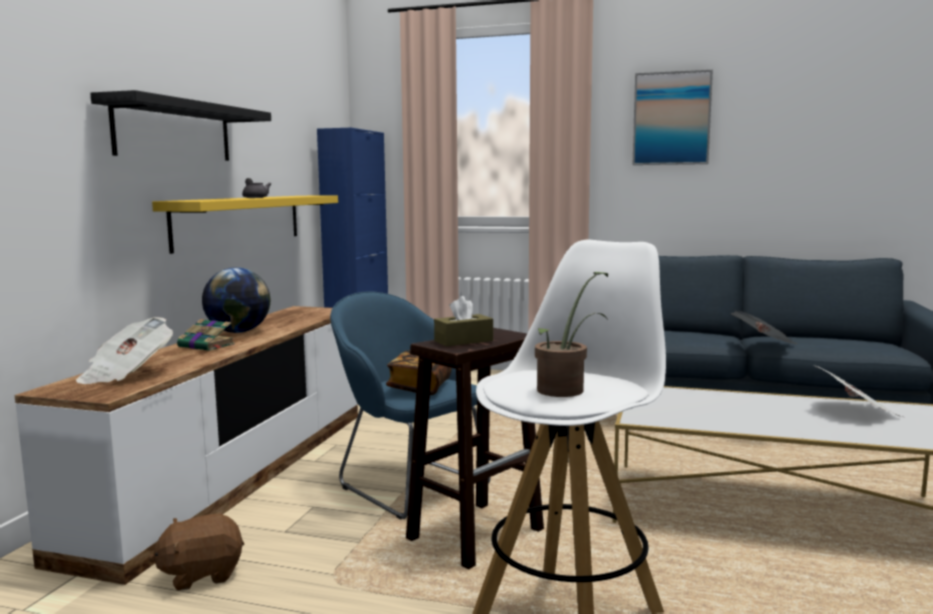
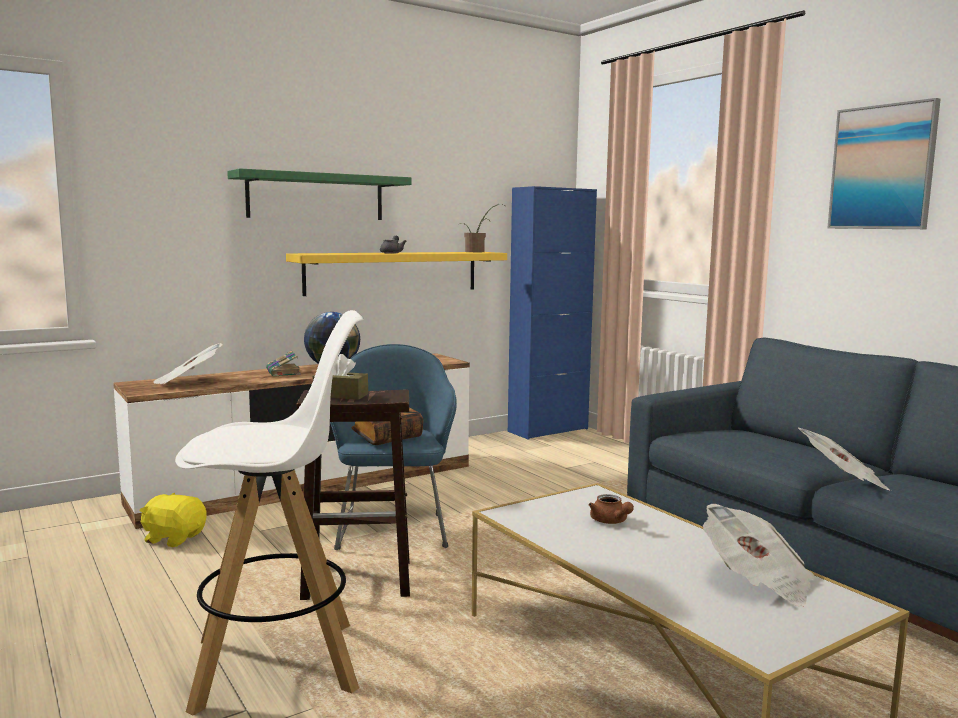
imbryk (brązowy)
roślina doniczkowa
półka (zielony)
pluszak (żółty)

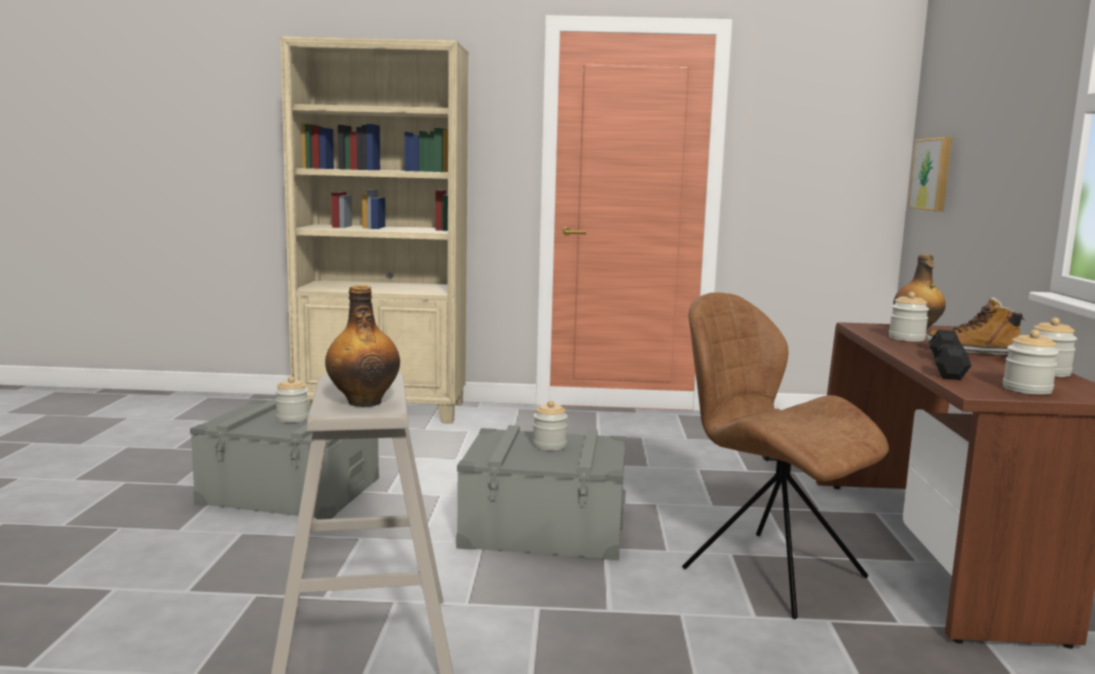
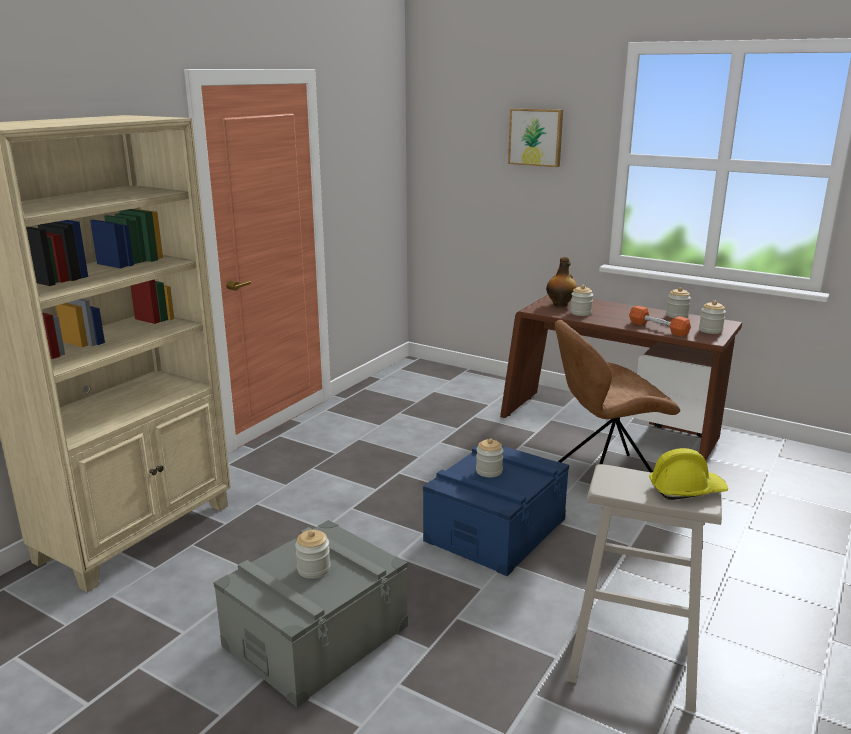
but z cholewką
obraz
kask (żółty)
pojemnik do przechowywania (niebieski)
hantel (pomarańczowy)

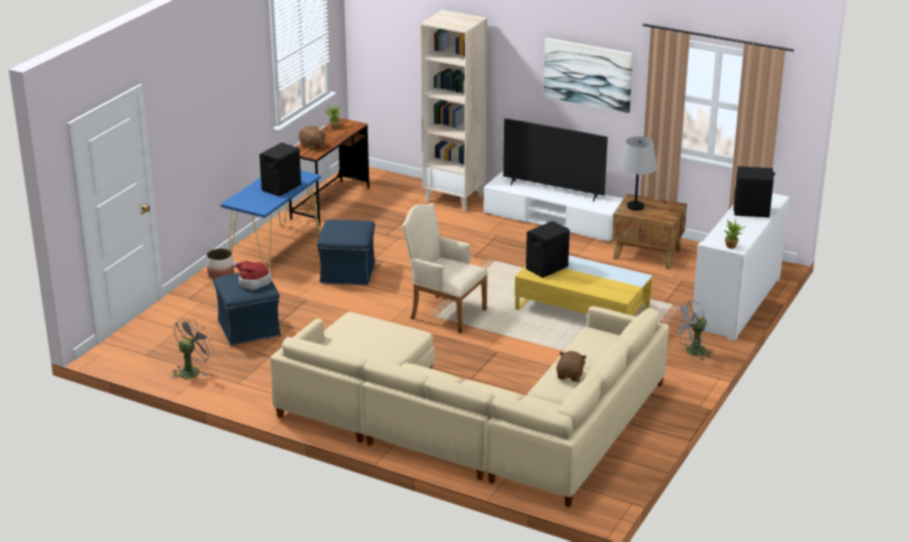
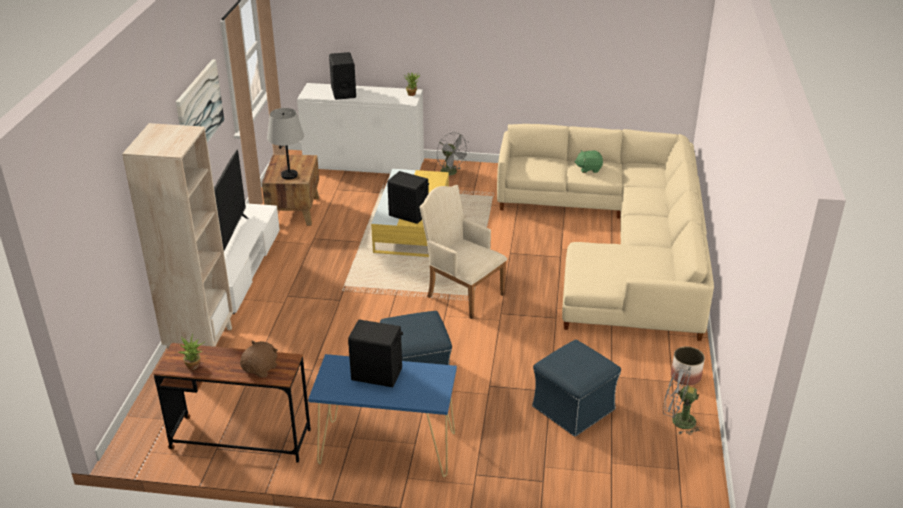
kapelusz
donica
pluszak (zielony)
fotel (beżowy)

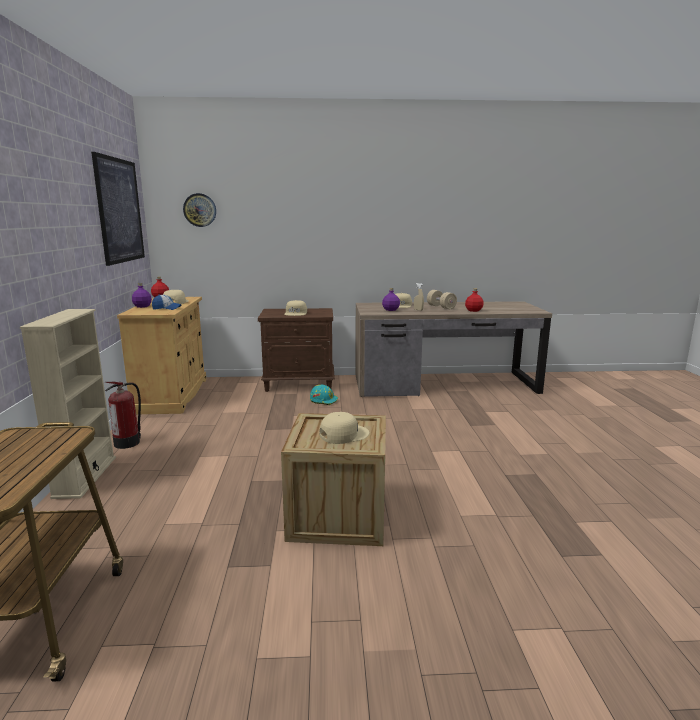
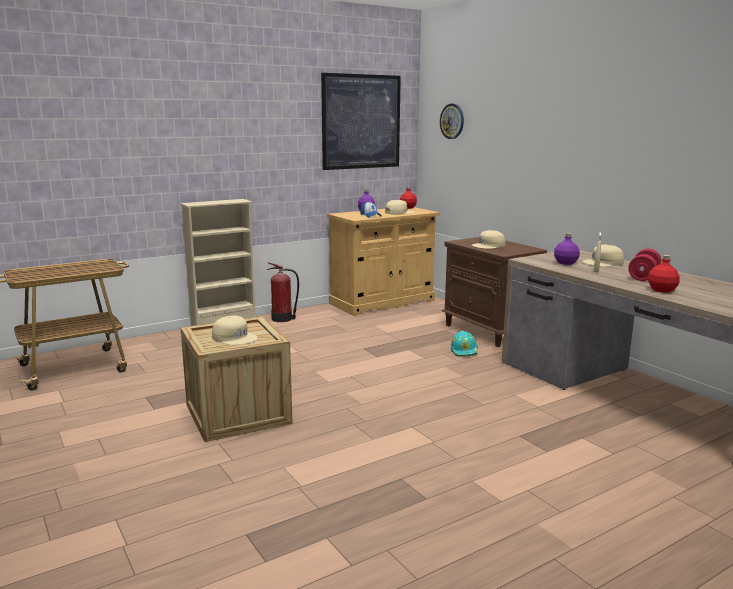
hantel (czerwony)

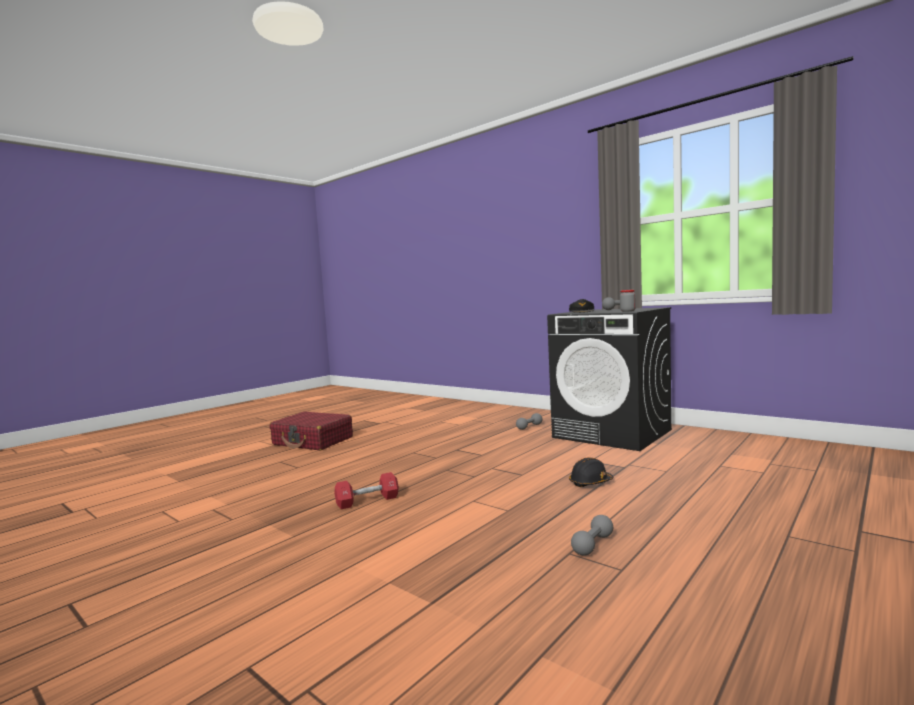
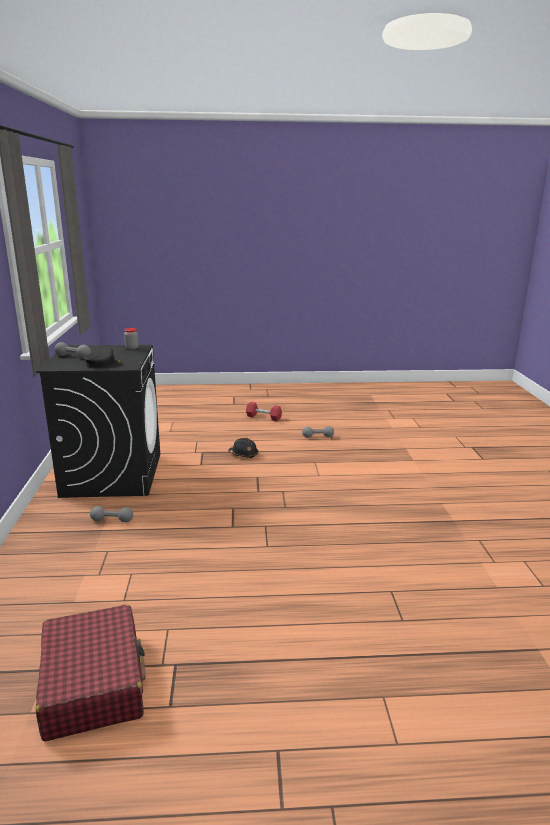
walizka (czerwony)
hantel (czerwony)

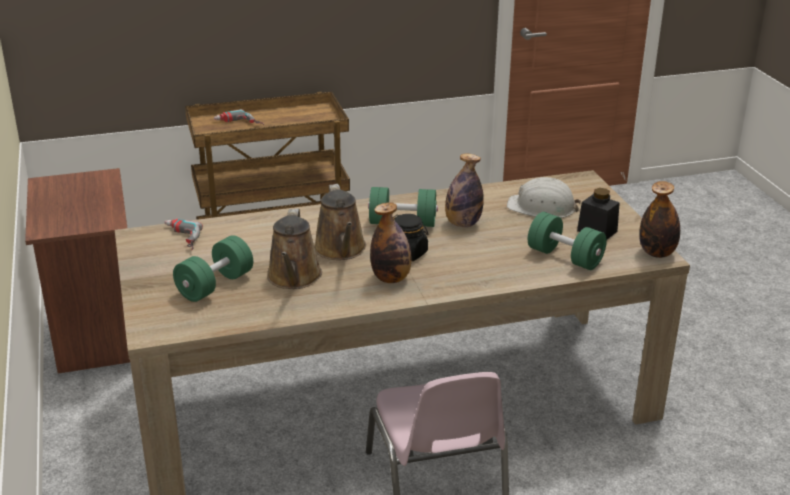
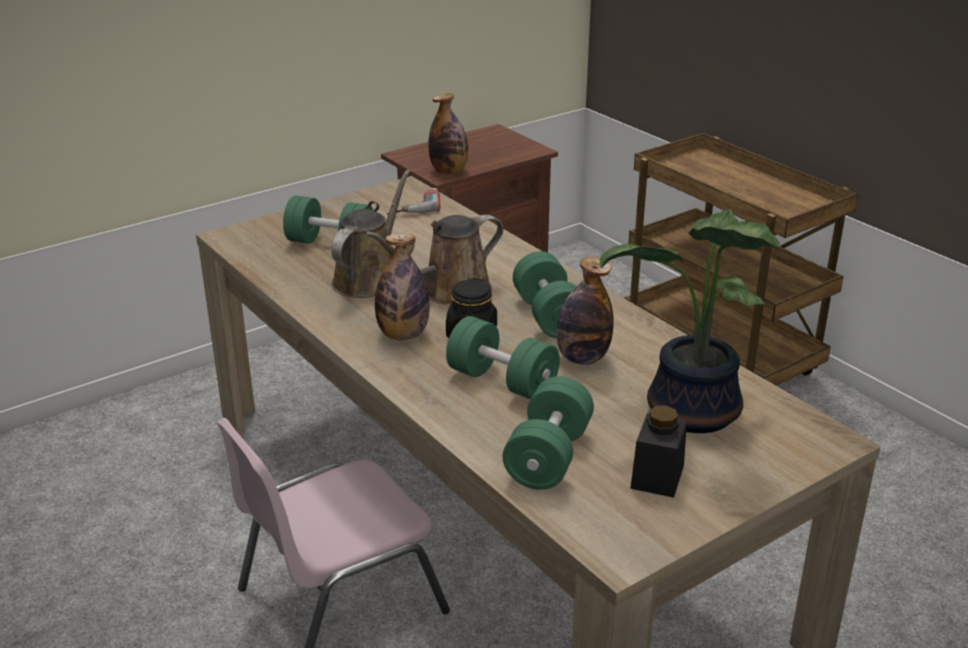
wiertarka (2nd from left in the first image)
hantel (zielony) (2nd from left)
butelka (2nd from left)
roślina doniczkowa
konewka (brązowy) (1st from left)

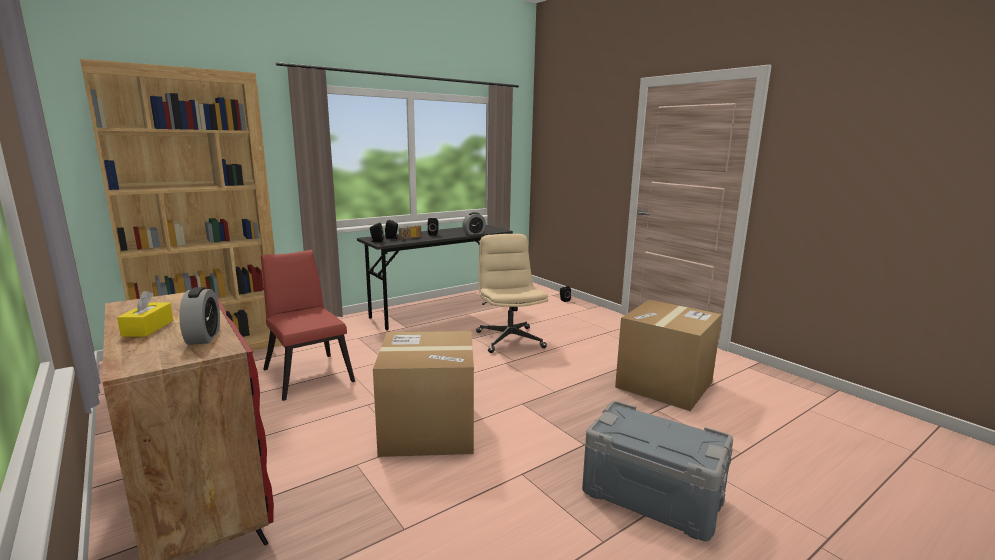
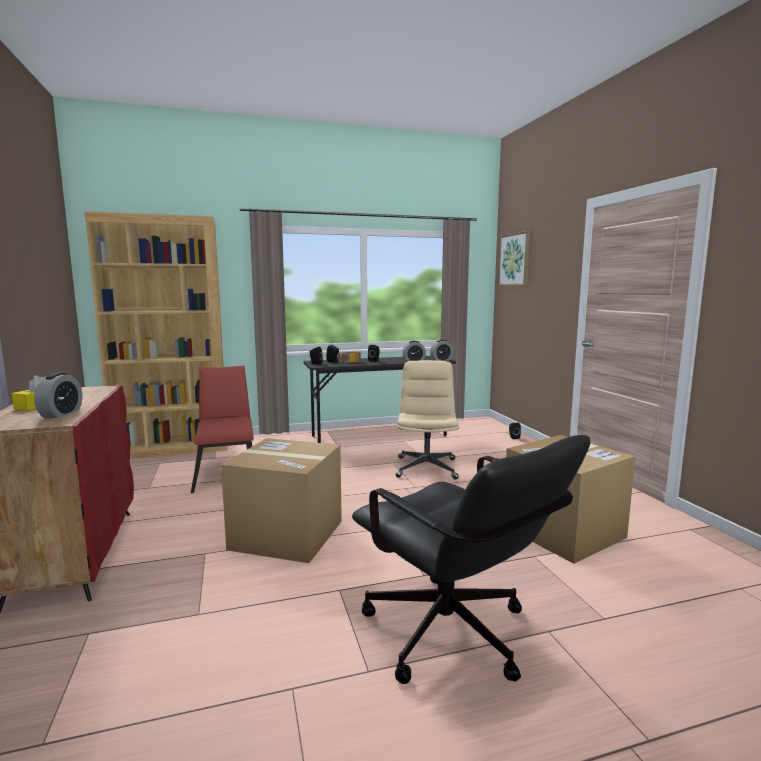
budzik (3rd from left)
obraz
krzesło biurowe (czarny)

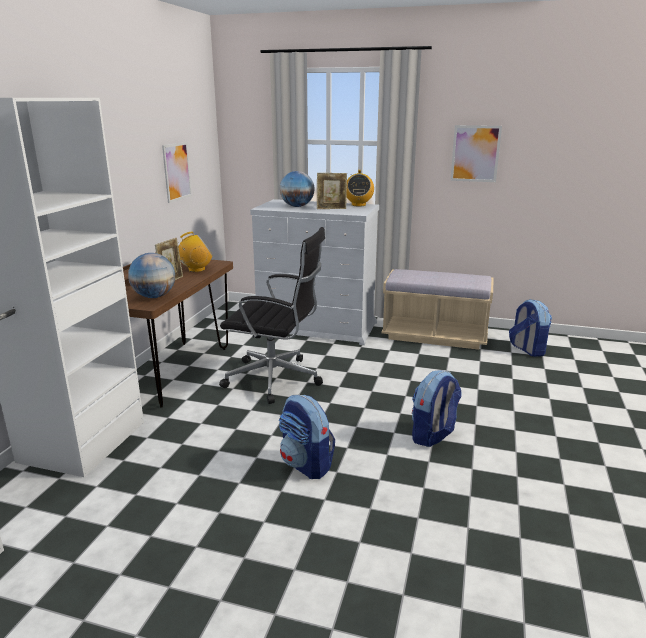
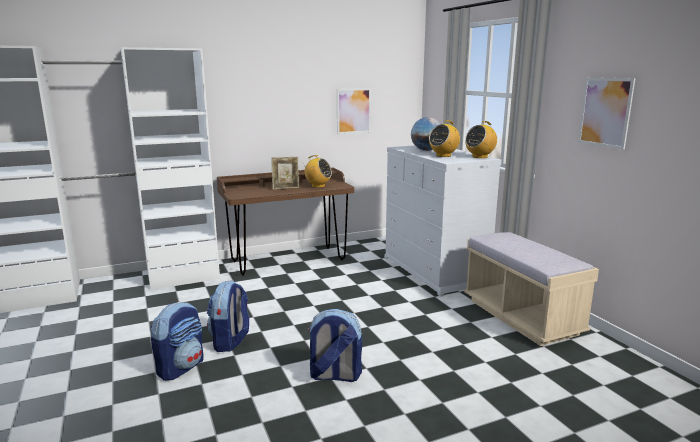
globus (1st from left in the first image)
krzesło biurowe (czarny)
plecak (1st from left)
radio (2nd from left)

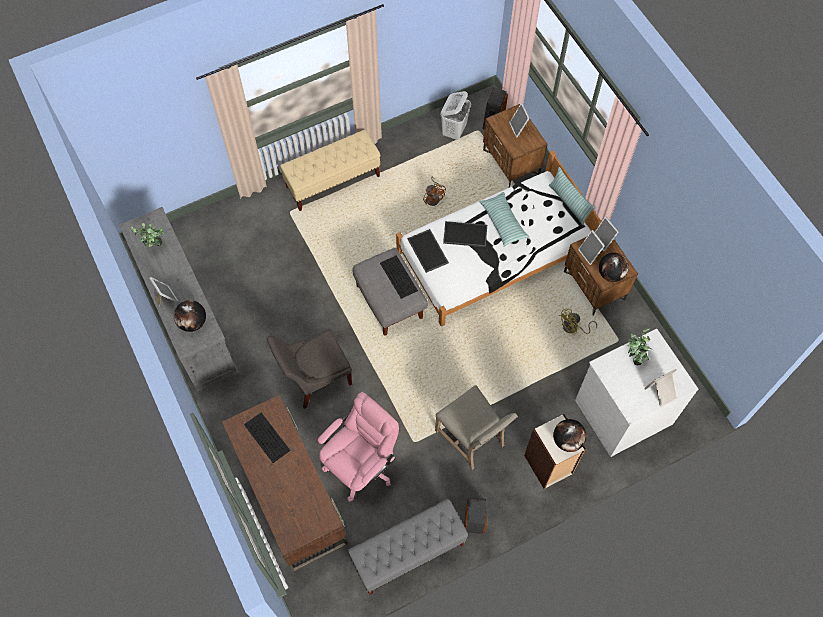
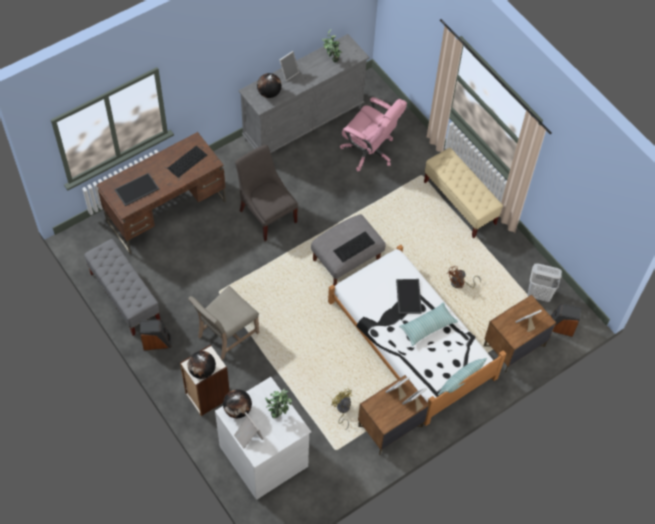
krzesło biurowe (różowy)
taca (1st from left)
globus (2nd from left)

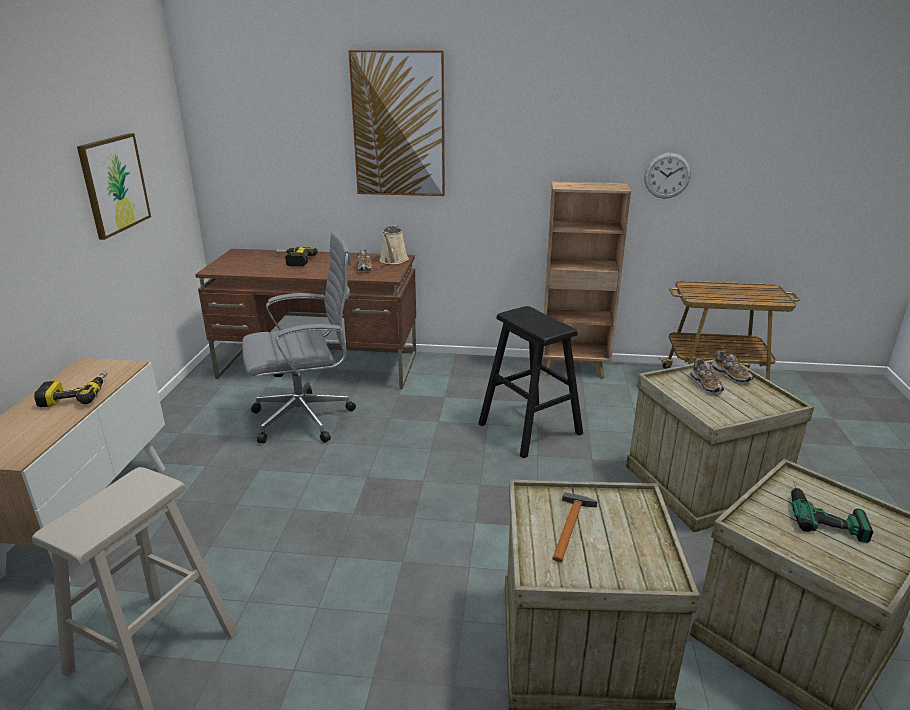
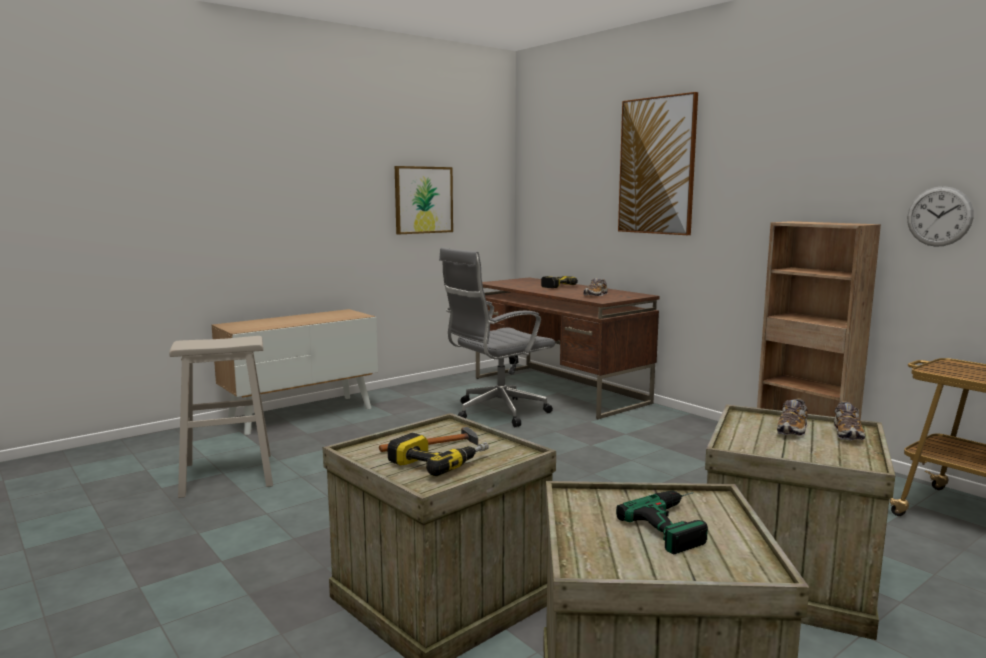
konewka (beżowy)
stołek (czarny)
wiertarka (1st from left)
krzesło biurowe (szary)

